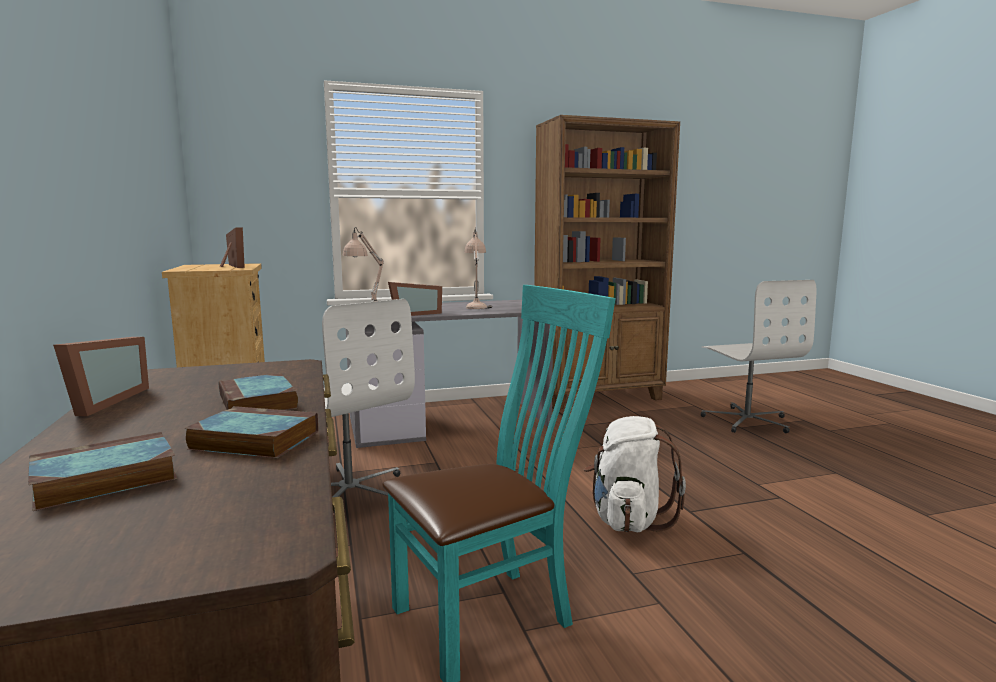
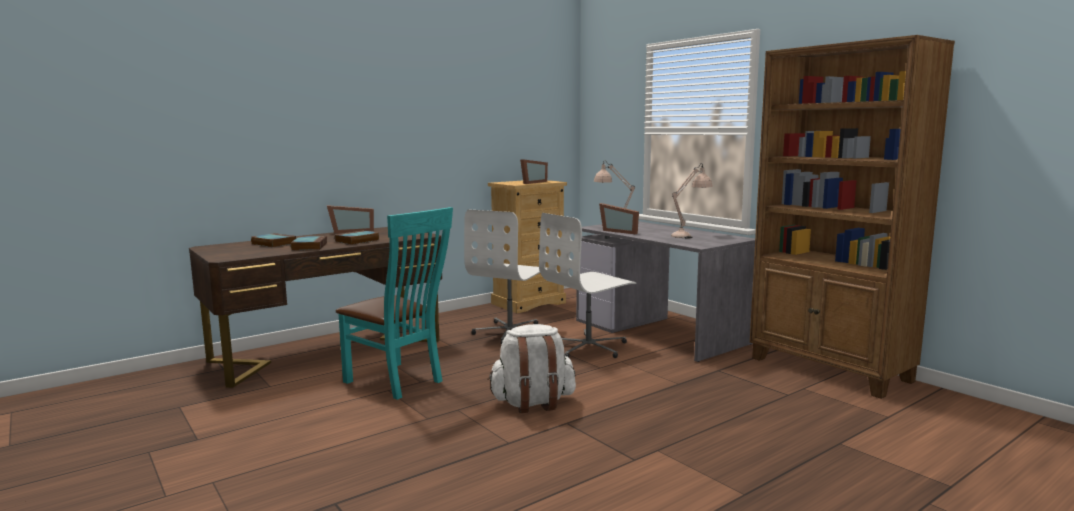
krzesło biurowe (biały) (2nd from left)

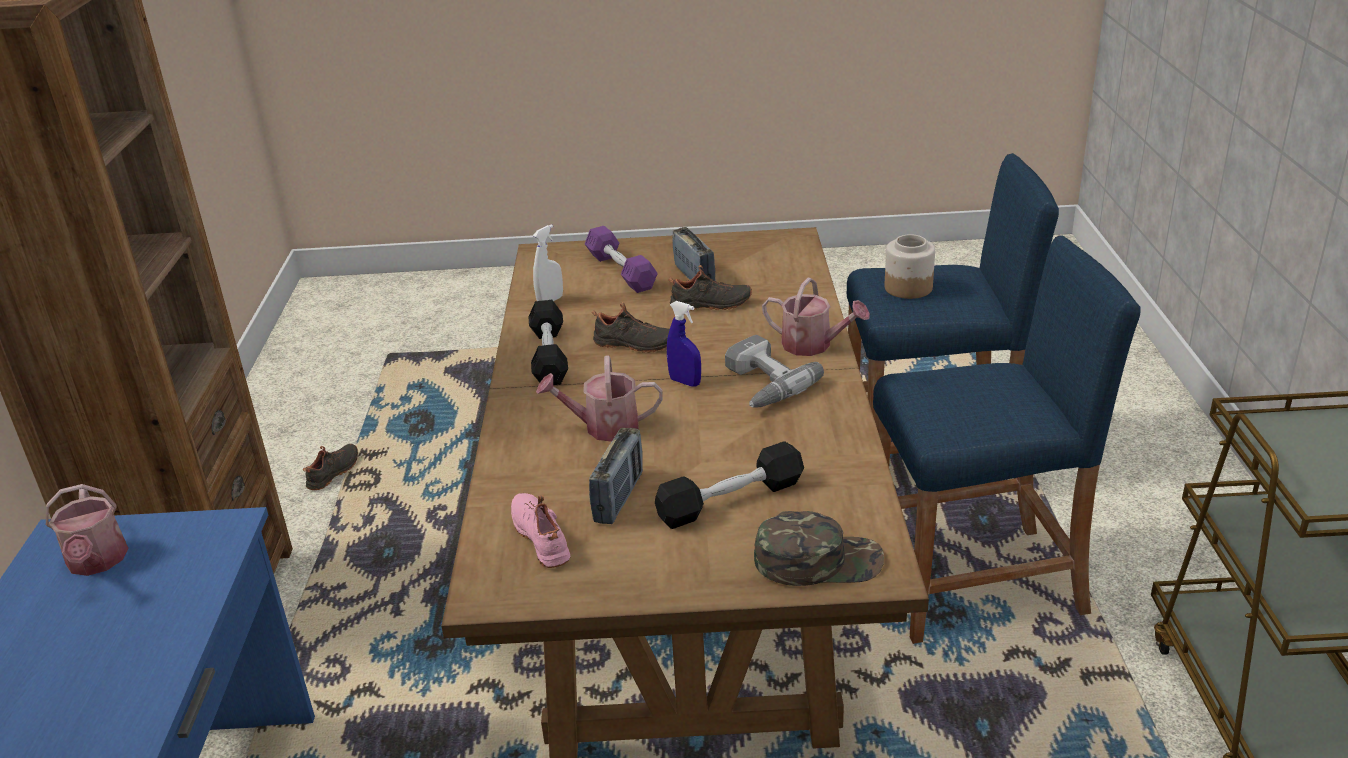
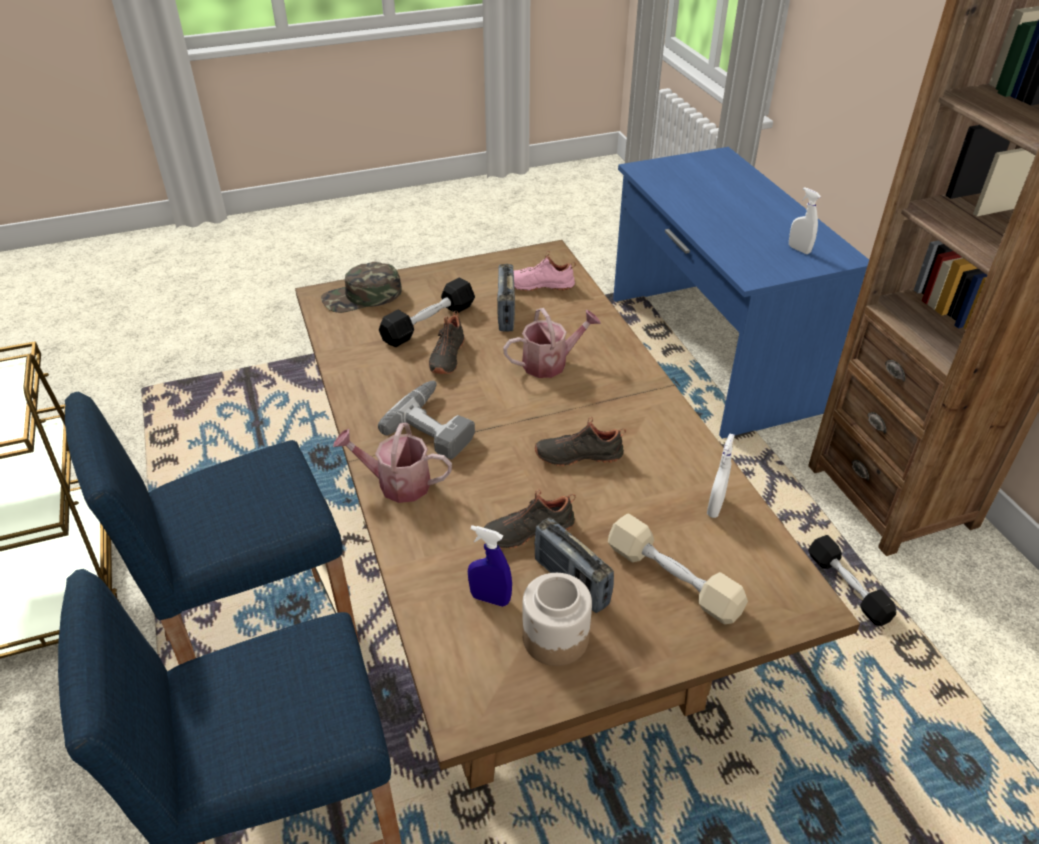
but (czarny) (1st from left)
hantel (czarny) (2nd from left)
spryskiwacz (niebieski)
słoik
spryskiwacz (biały) (2nd from left)
hantel (beżowy)
but (różowy)

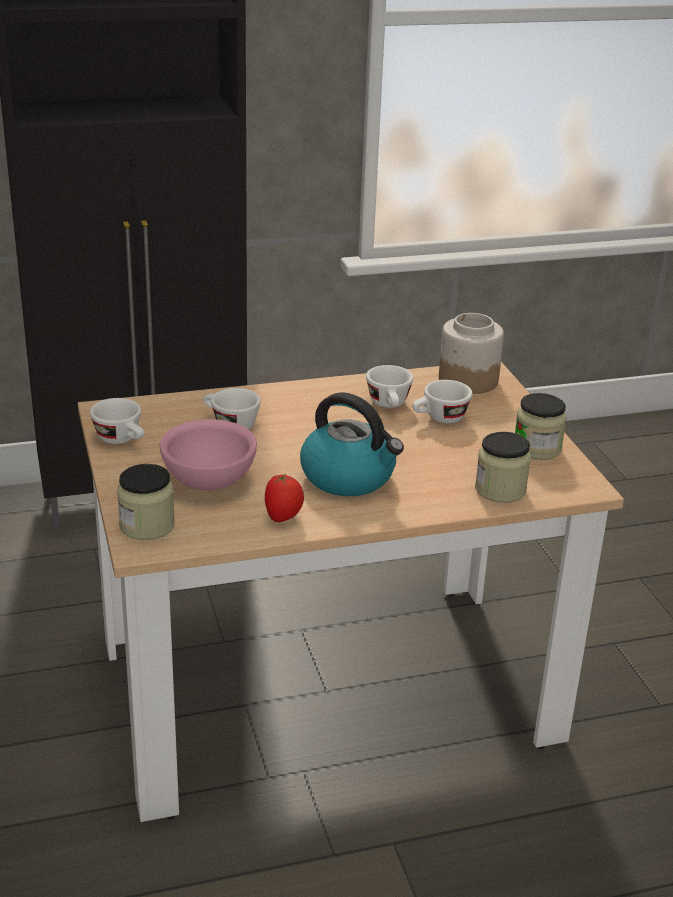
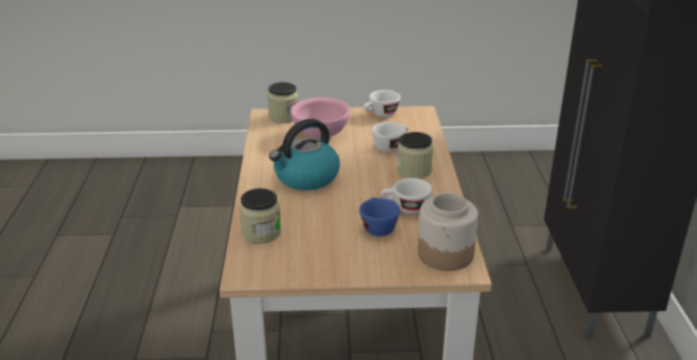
pomidor
słoik (3rd from left)
filiżanka (niebieski)

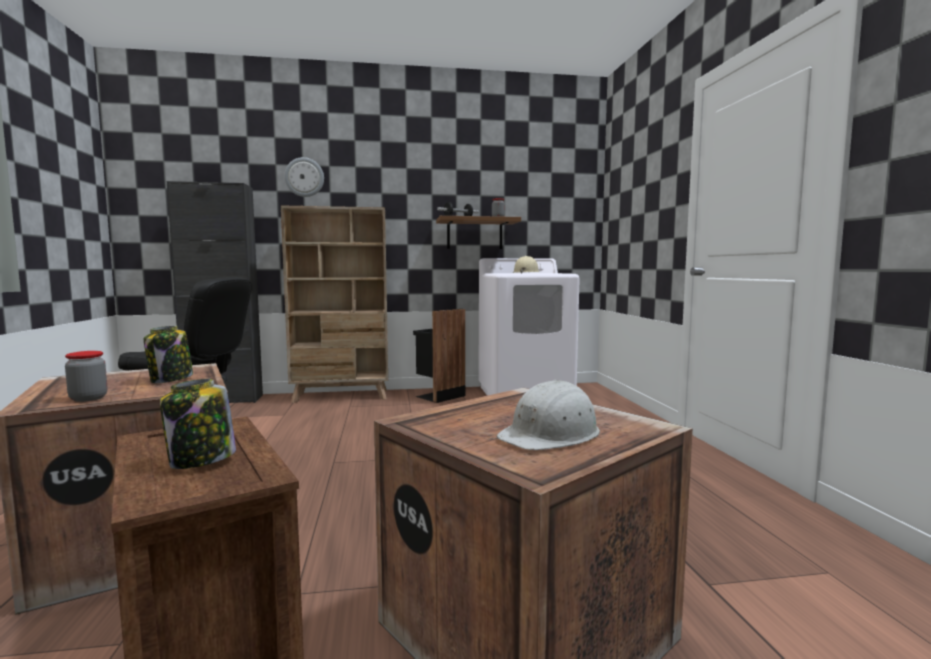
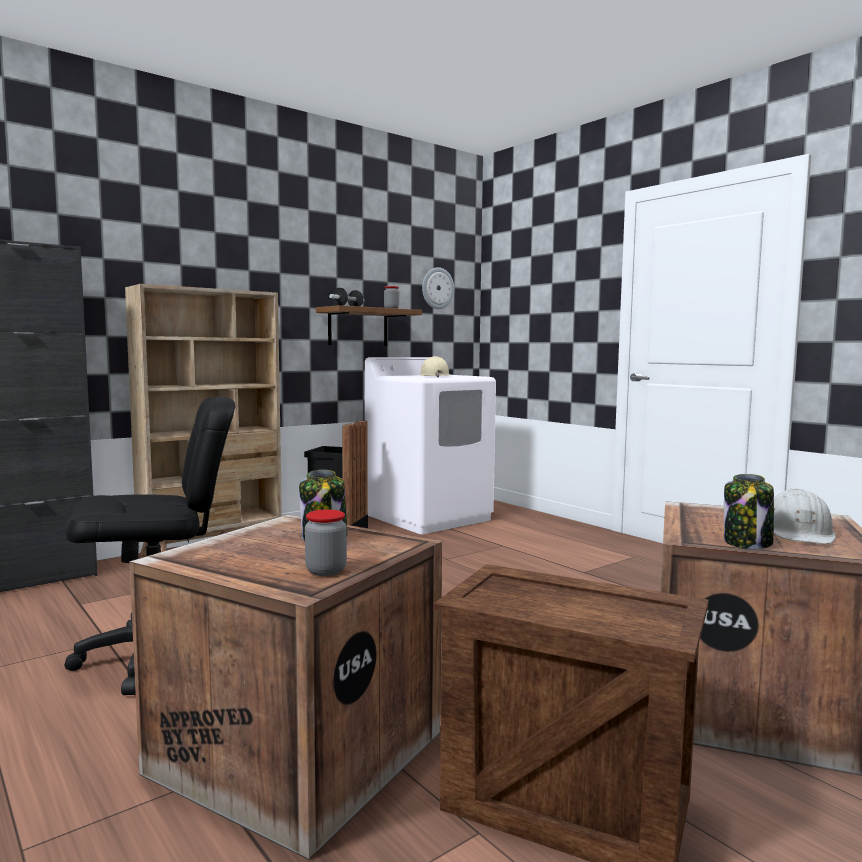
słoik (4th from left)
zegar ścienny

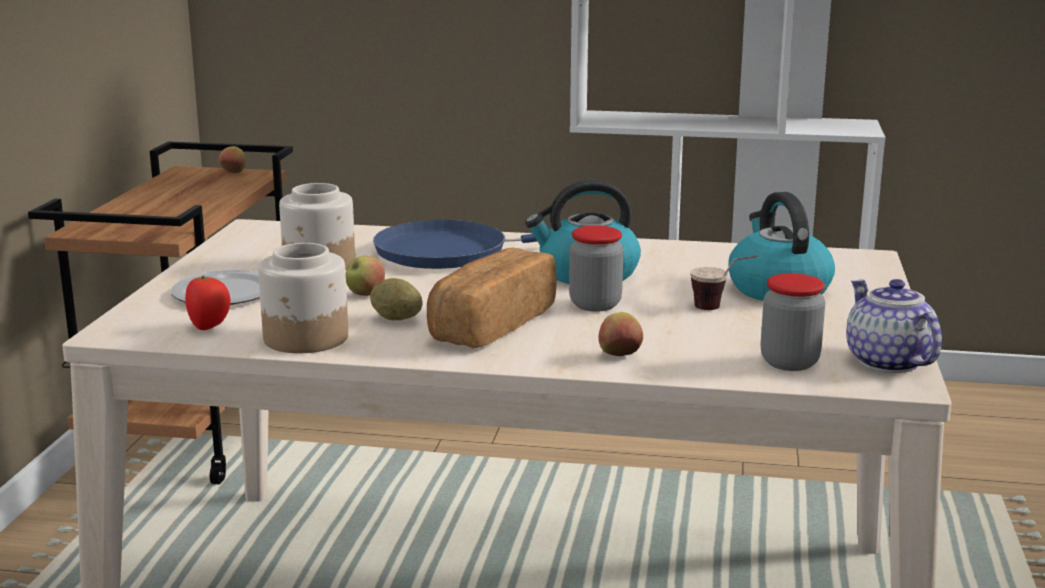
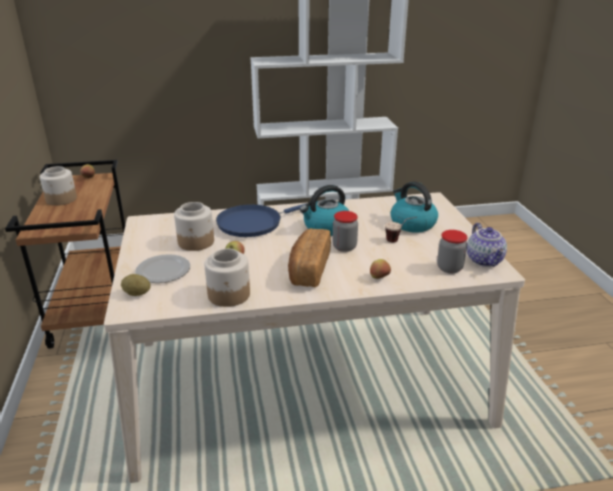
pomidor
słoik (1st from left)
ziemniak
imbryk

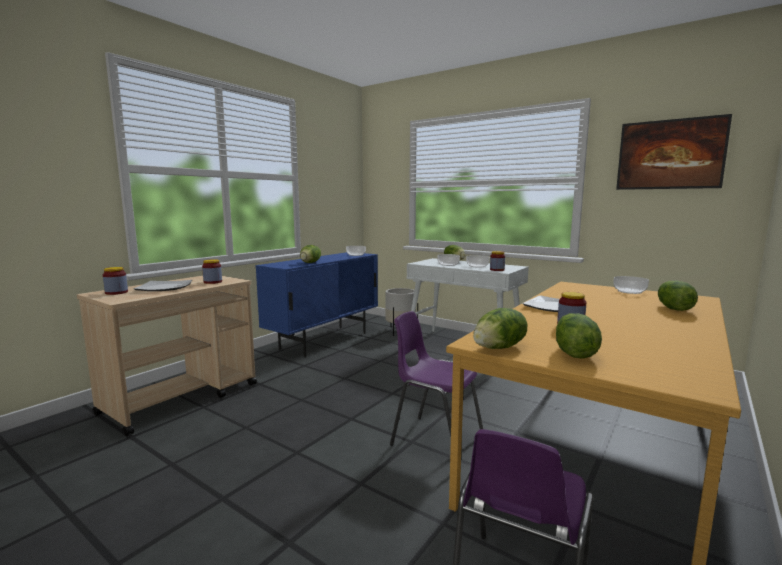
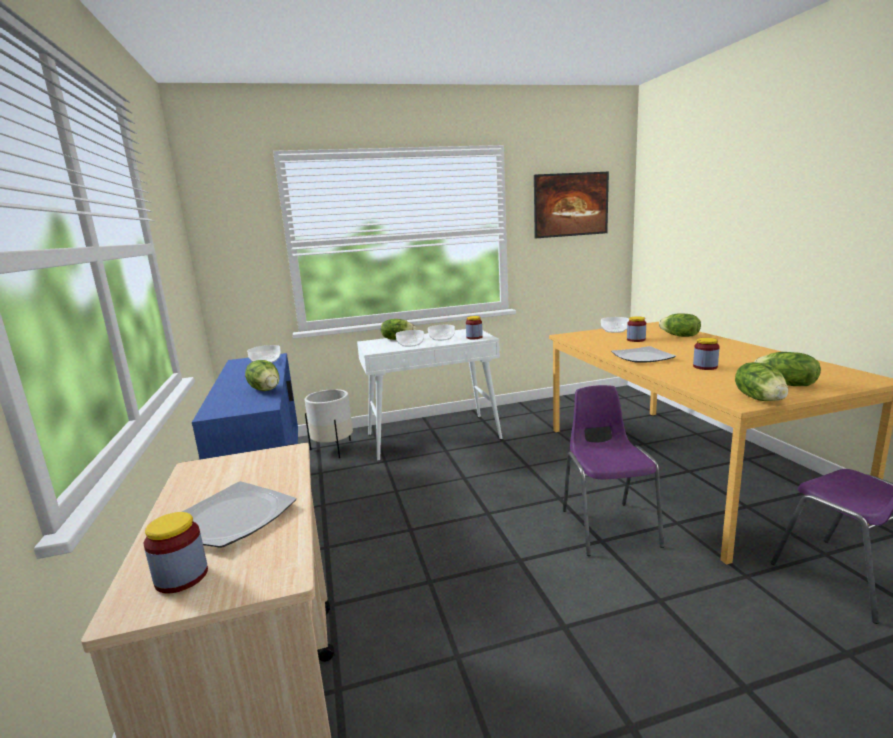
słoik (3rd from left)
krzesło (fioletowy) (1st from left)

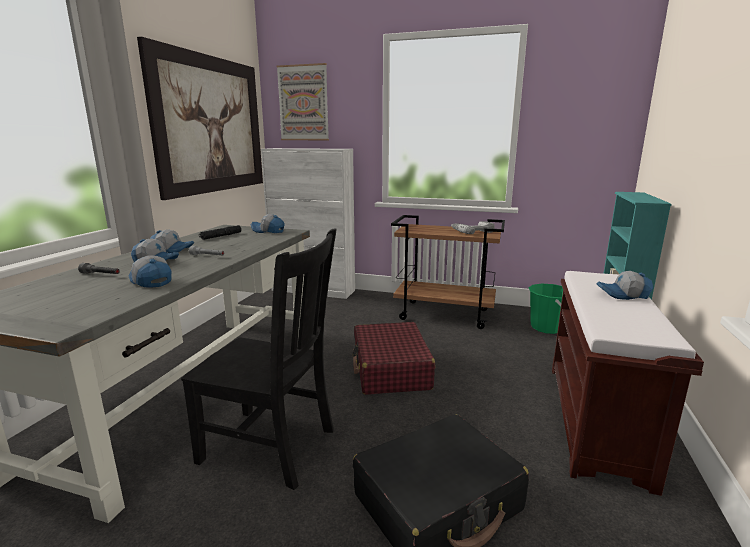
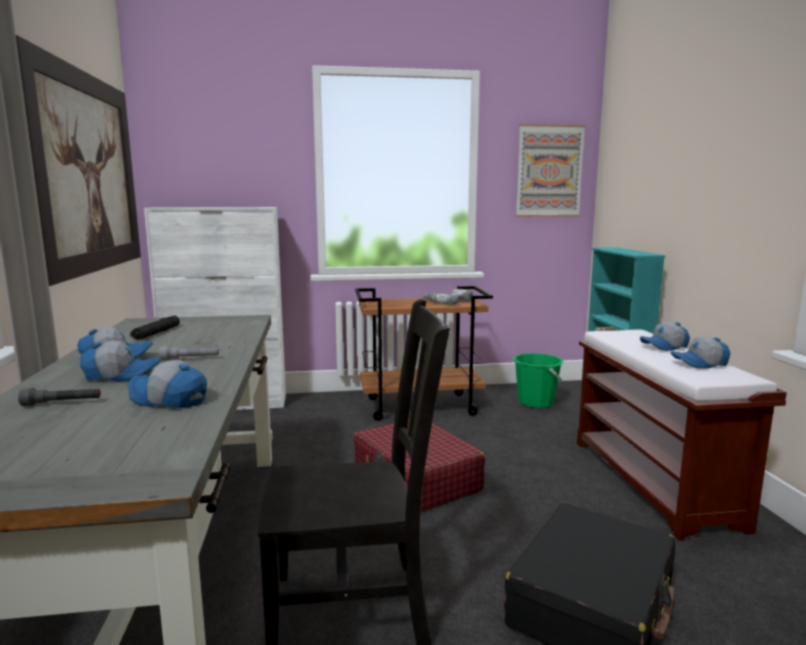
czapka z daszkiem (5th from left)
obraz (2nd from left)

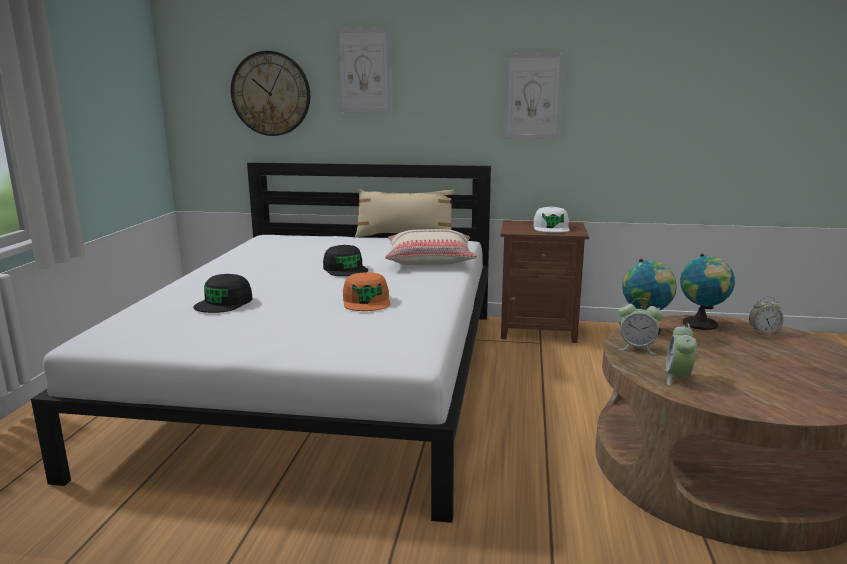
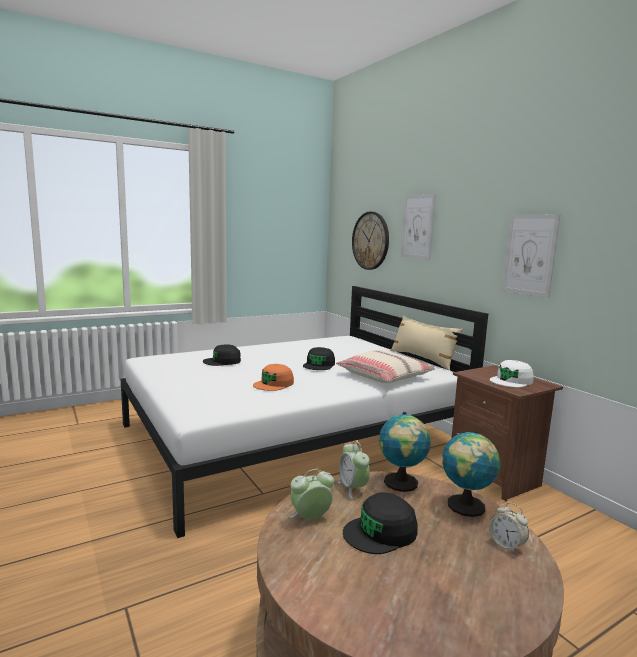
czapka z daszkiem (czarny) (3rd from left)

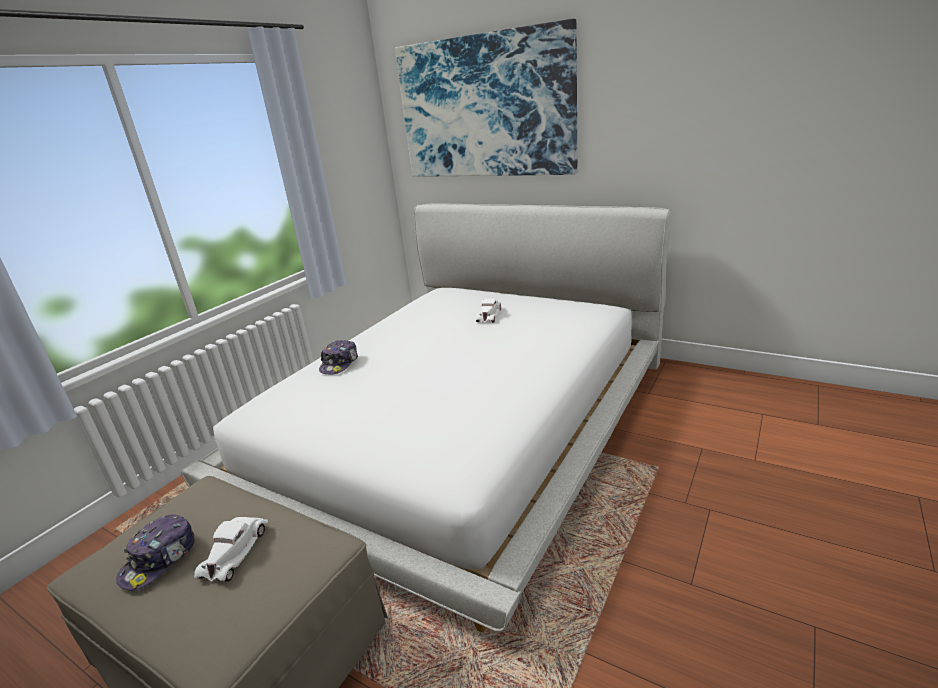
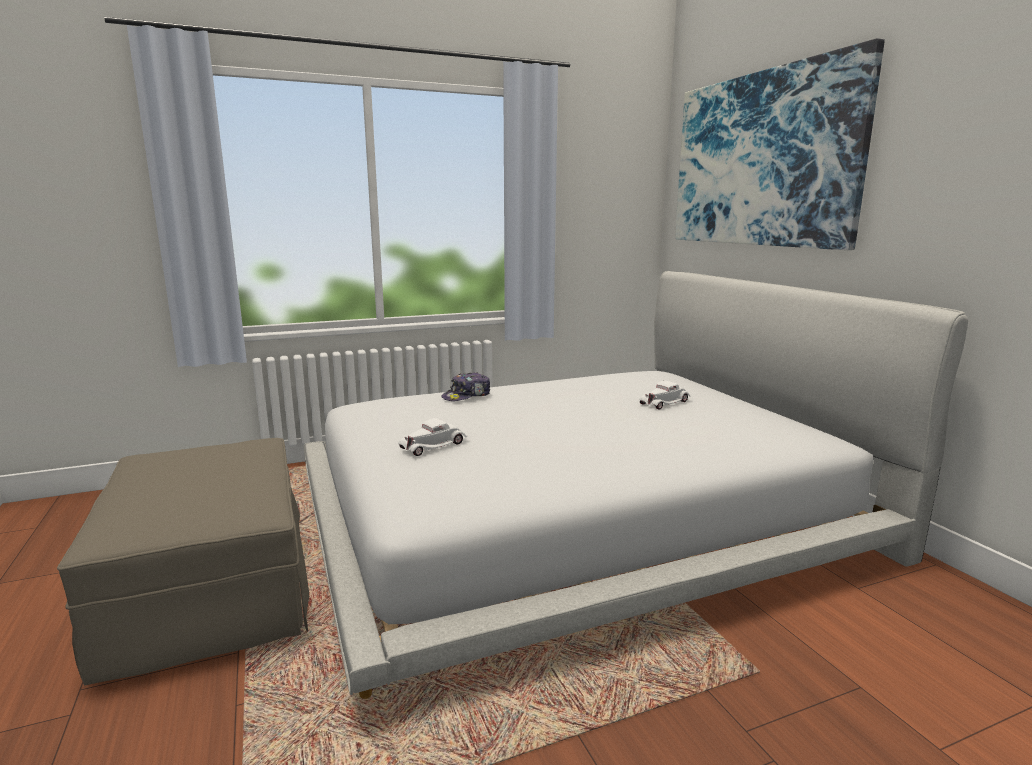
czapka z daszkiem (1st from left in the first image)
samochodzik (biały) (1st from left)

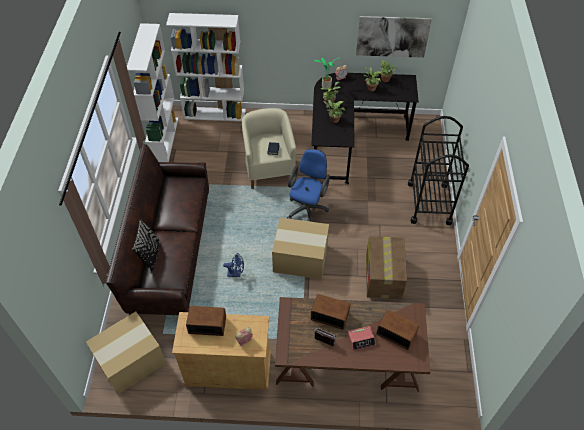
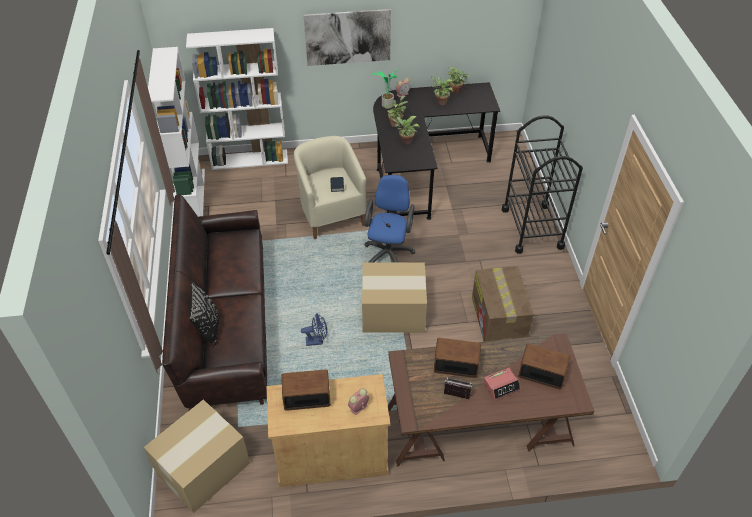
obraz

